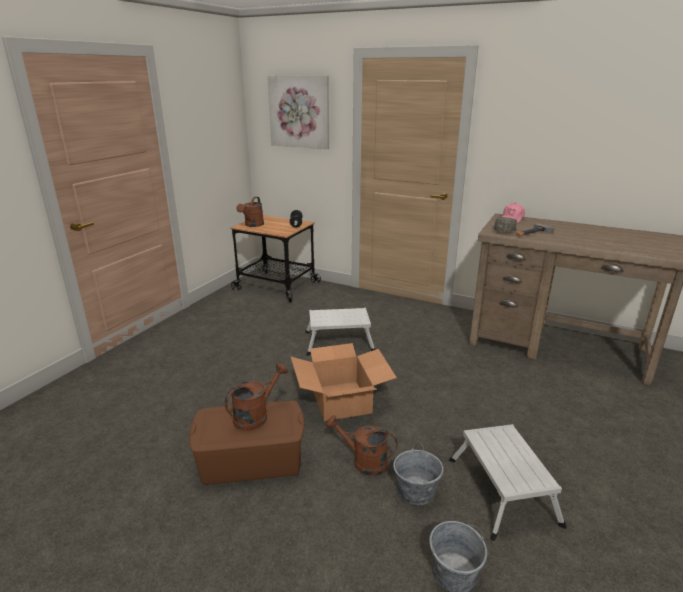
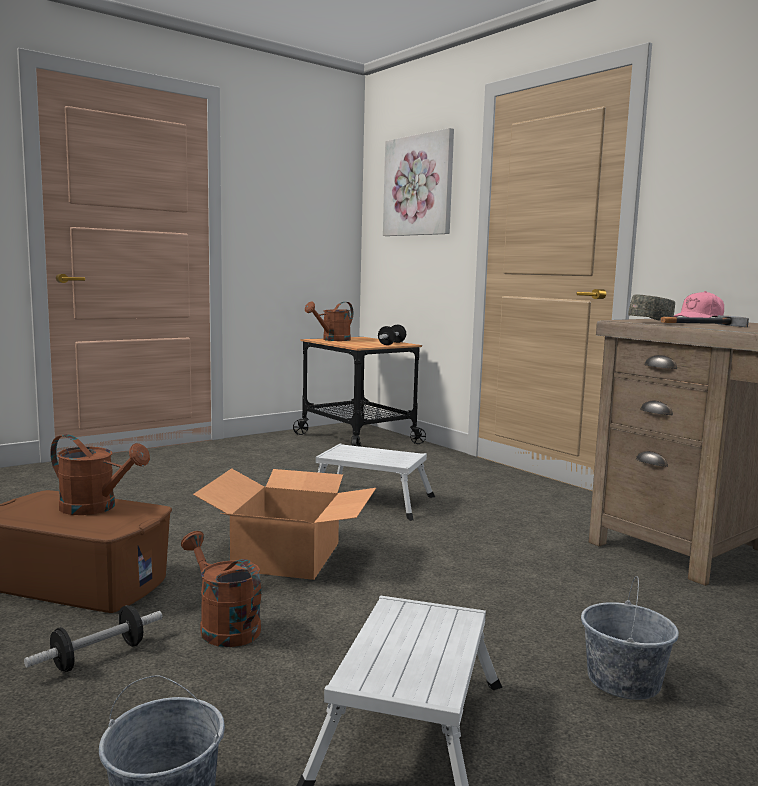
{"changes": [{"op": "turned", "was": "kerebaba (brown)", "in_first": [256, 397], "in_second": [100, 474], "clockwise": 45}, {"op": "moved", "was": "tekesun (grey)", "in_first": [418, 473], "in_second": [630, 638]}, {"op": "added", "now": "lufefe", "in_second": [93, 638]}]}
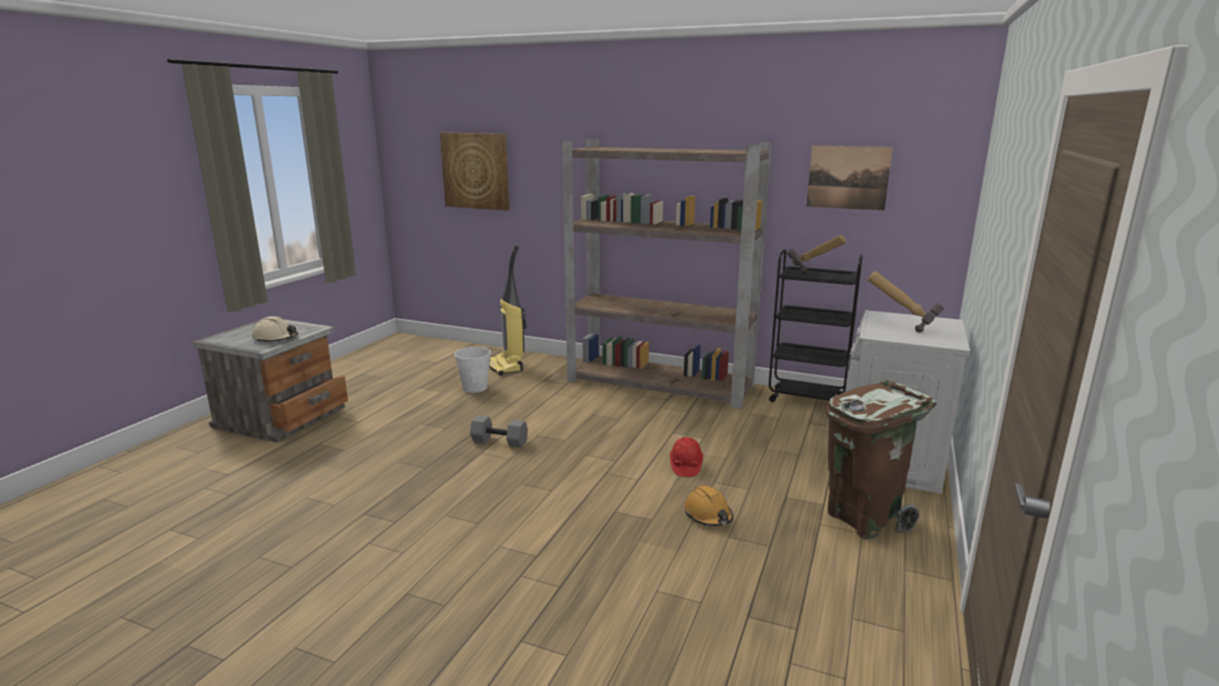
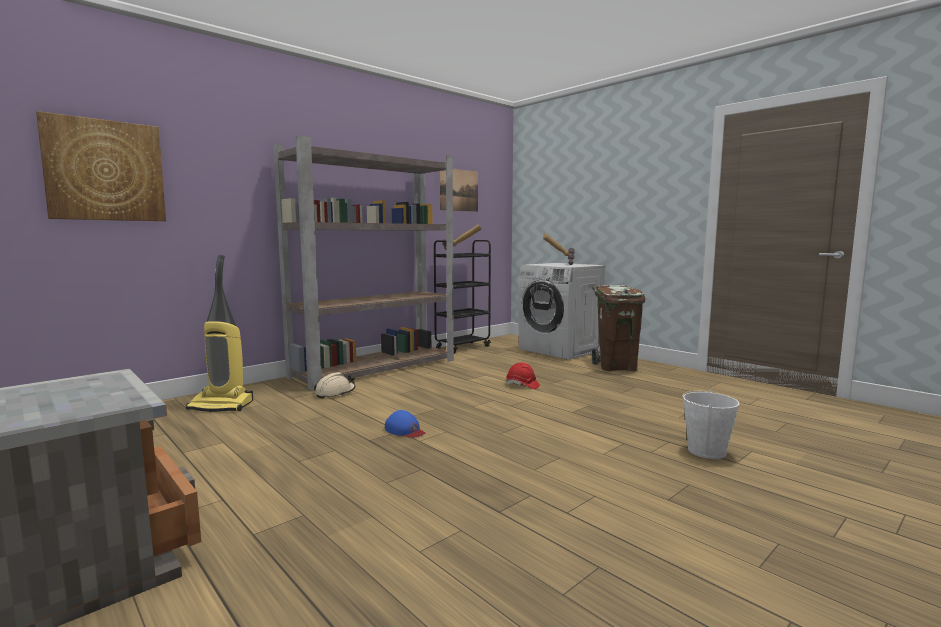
{"changes": [{"op": "moved", "was": "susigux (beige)", "in_first": [275, 329], "in_second": [334, 385]}, {"op": "moved", "was": "tekesun (white)", "in_first": [472, 369], "in_second": [711, 424]}, {"op": "replaced", "was": "lufefe (grey)", "now": "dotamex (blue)", "in_first": [499, 431], "in_second": [405, 424]}, {"op": "removed", "was": "susigux (orange)", "in_first": [708, 506]}]}
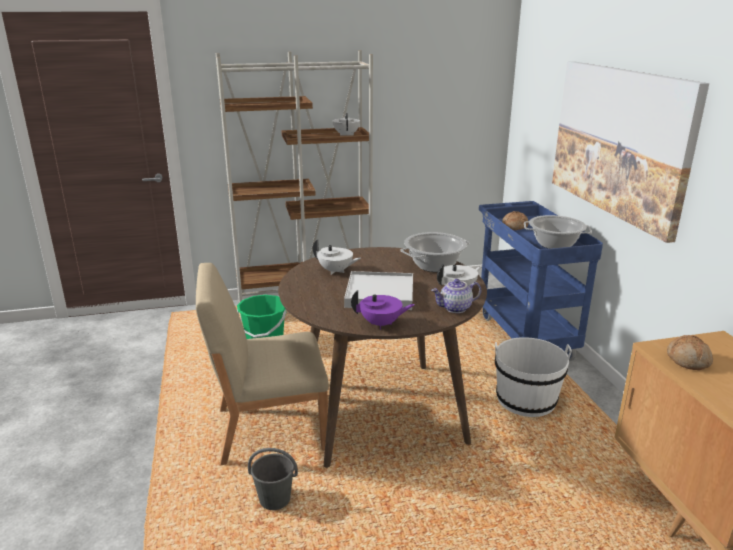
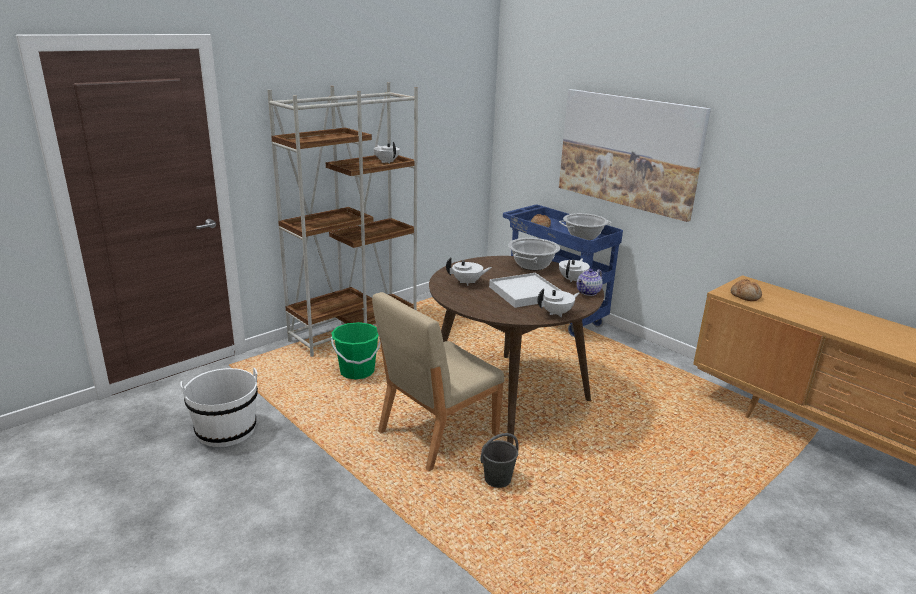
{"changes": [{"op": "recoloured", "was": "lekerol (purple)", "now": "lekerol (white)", "in_first": [383, 310], "in_second": [558, 302]}, {"op": "moved", "was": "tekesun (white)", "in_first": [533, 377], "in_second": [219, 407]}]}
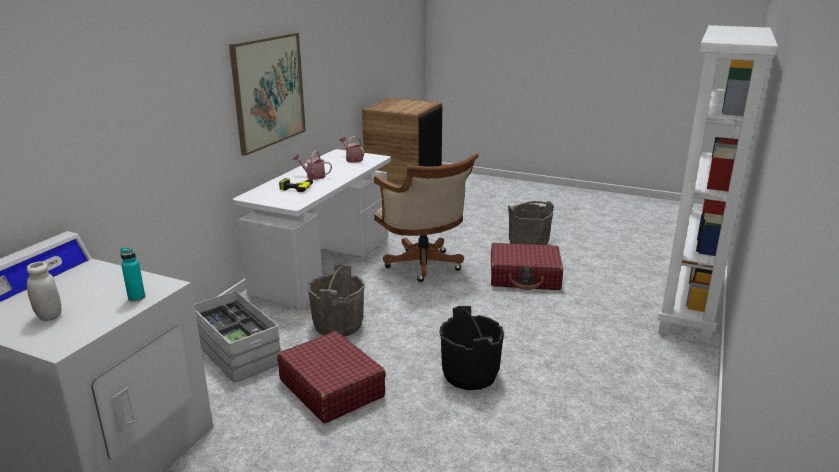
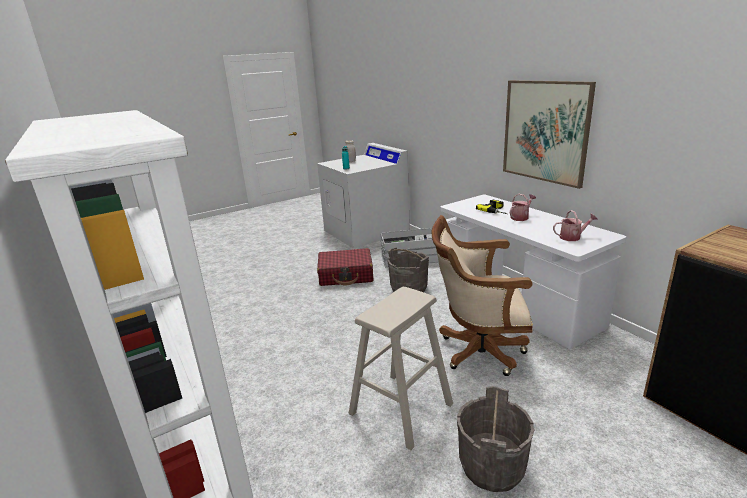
{"changes": [{"op": "replaced", "was": "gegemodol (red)", "now": "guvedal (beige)", "in_first": [527, 266], "in_second": [401, 368]}, {"op": "removed", "was": "tekesun (black)", "in_first": [472, 348]}]}
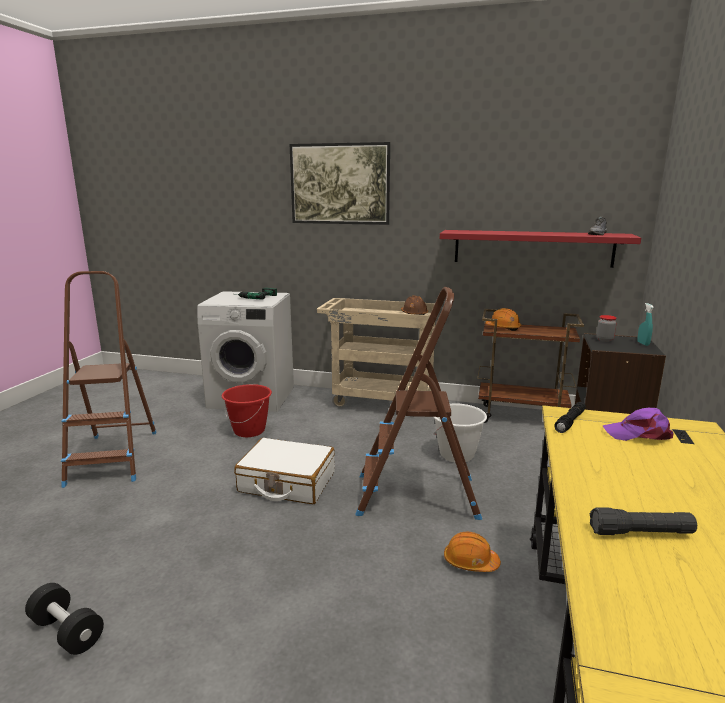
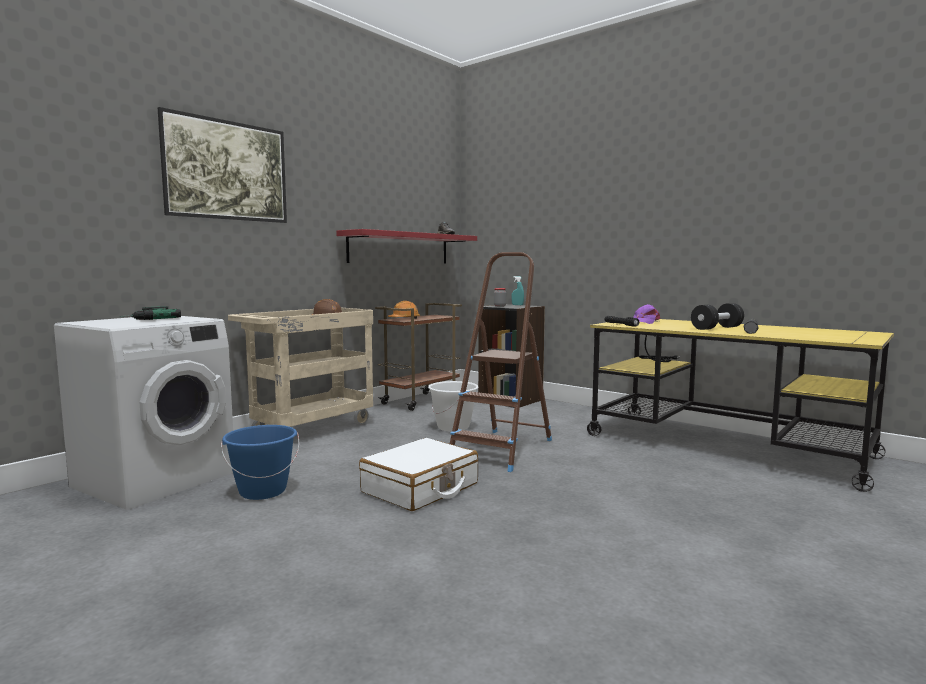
{"changes": [{"op": "removed", "was": "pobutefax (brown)", "in_first": [109, 379]}, {"op": "recoloured", "was": "tekesun (red)", "now": "tekesun (blue)", "in_first": [247, 410], "in_second": [260, 462]}, {"op": "removed", "was": "susigux (orange)", "in_first": [472, 552]}, {"op": "moved", "was": "lufefe (black)", "in_first": [64, 619], "in_second": [717, 316]}]}
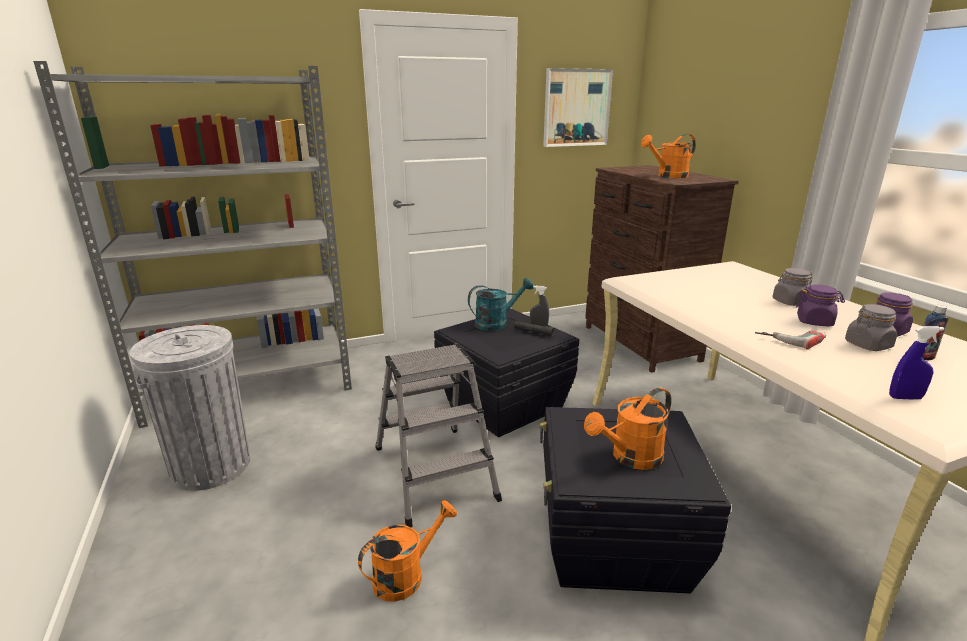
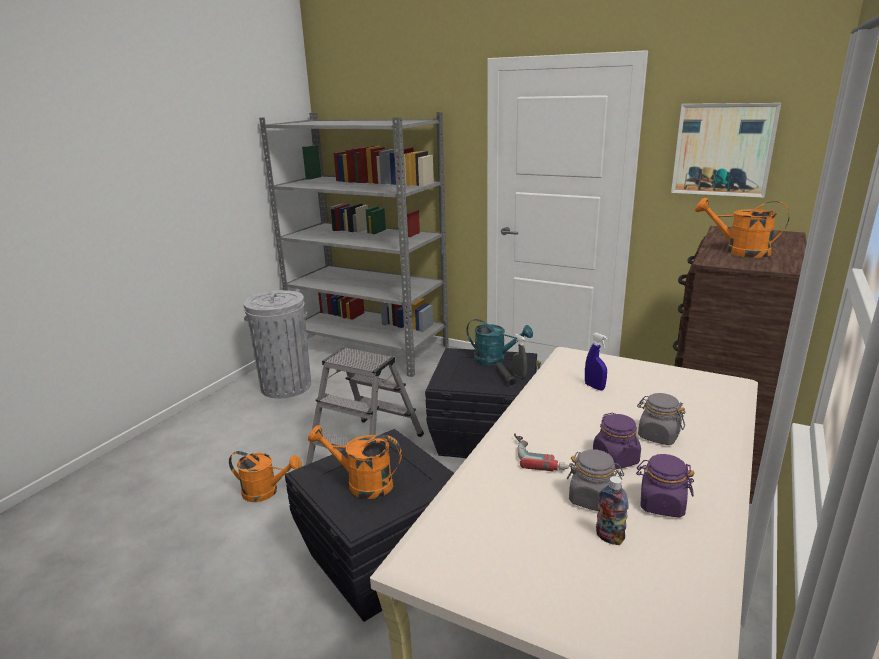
{"changes": [{"op": "moved", "was": "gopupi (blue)", "in_first": [916, 363], "in_second": [596, 362]}]}
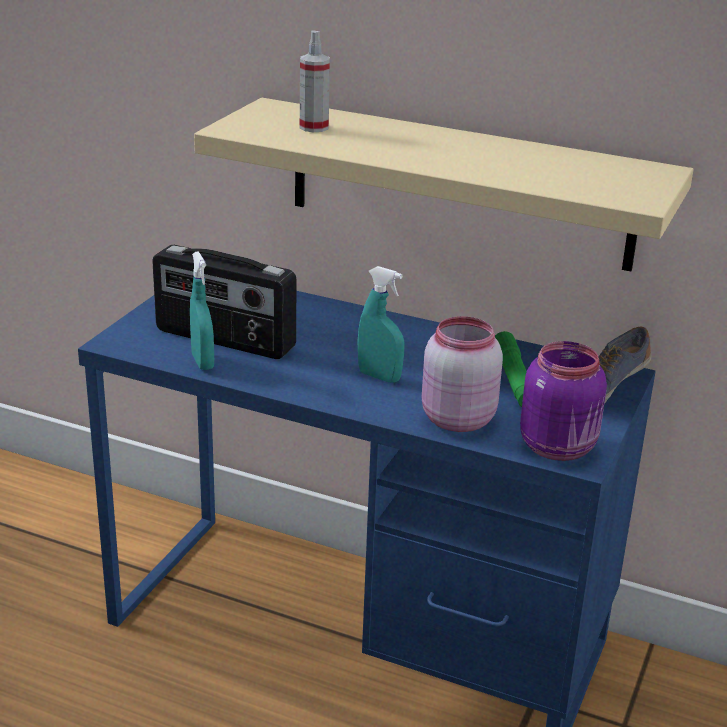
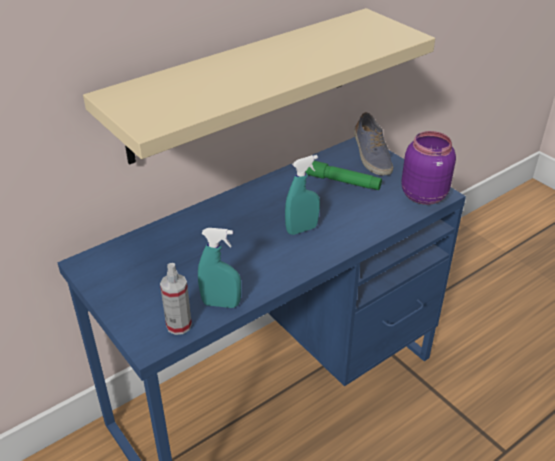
{"changes": [{"op": "moved", "was": "gopupi", "in_first": [315, 81], "in_second": [176, 299]}, {"op": "removed", "was": "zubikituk", "in_first": [224, 302]}, {"op": "removed", "was": "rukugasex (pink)", "in_first": [462, 374]}]}
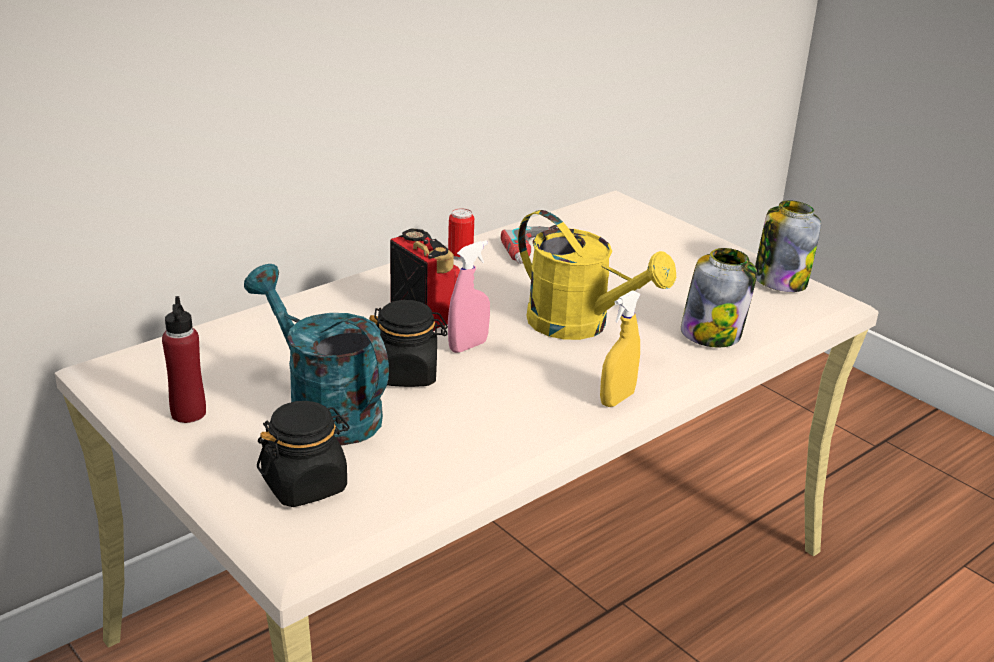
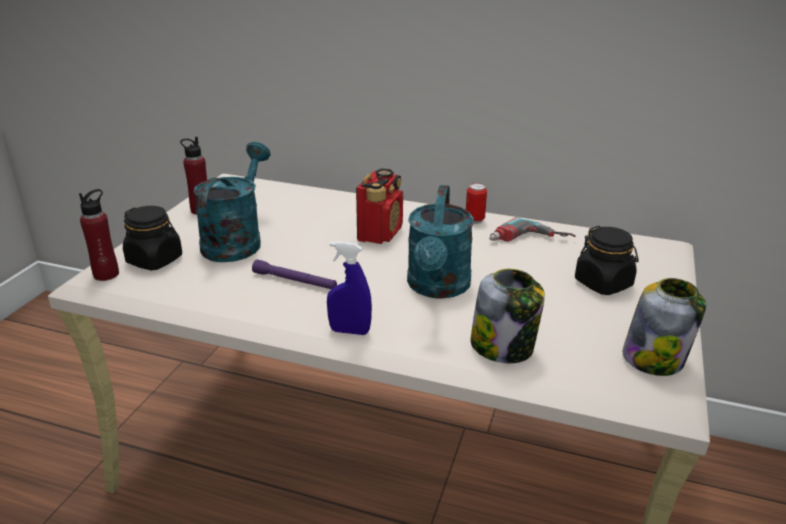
{"changes": [{"op": "recoloured", "was": "kerebaba (yellow)", "now": "kerebaba (turquoise)", "in_first": [597, 275], "in_second": [440, 242]}, {"op": "removed", "was": "gopupi (pink)", "in_first": [469, 296]}, {"op": "recoloured", "was": "gopupi (yellow)", "now": "gopupi (blue)", "in_first": [620, 348], "in_second": [349, 288]}, {"op": "moved", "was": "rukugasex (black)", "in_first": [408, 343], "in_second": [607, 260]}, {"op": "added", "now": "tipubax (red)", "in_second": [99, 235]}, {"op": "added", "now": "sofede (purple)", "in_second": [294, 274]}]}
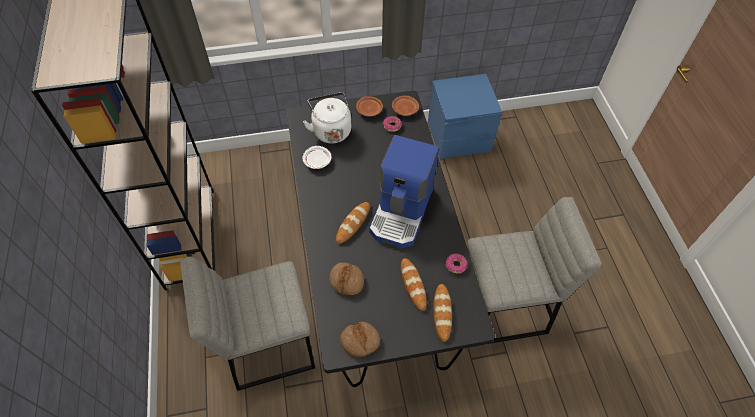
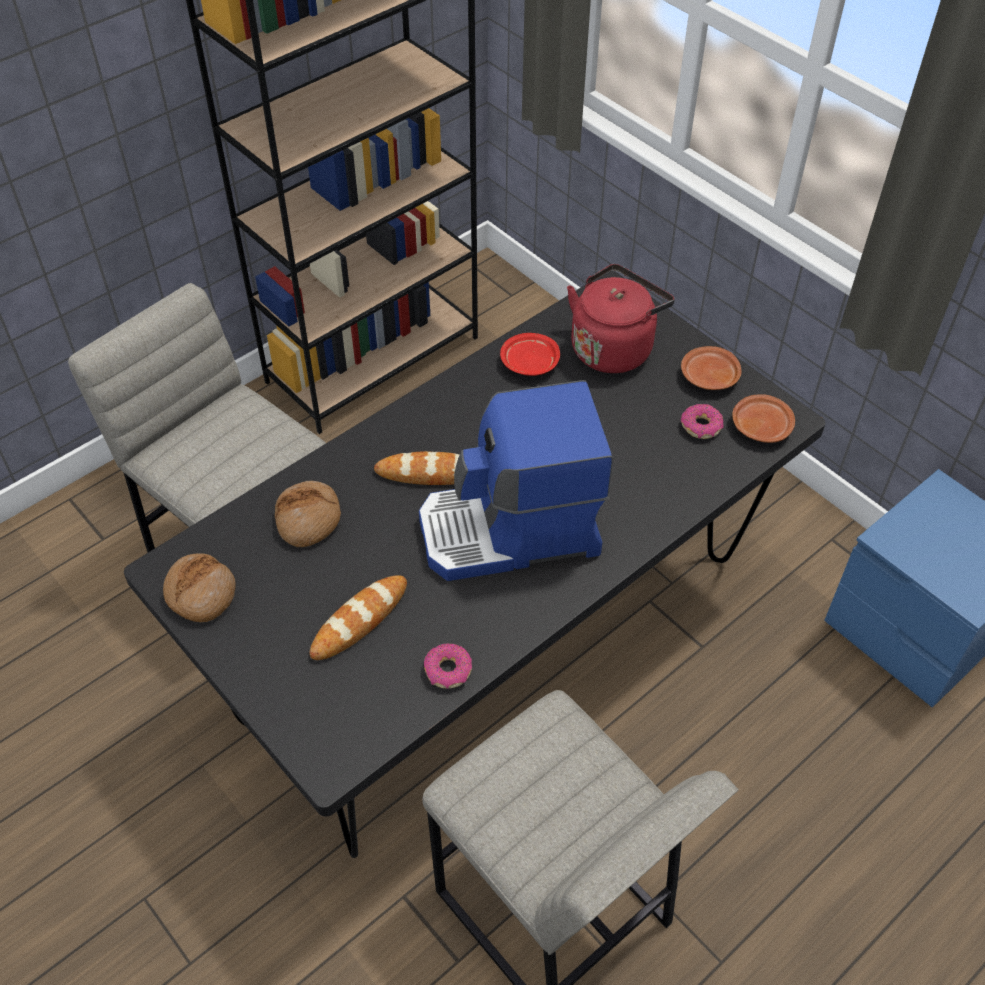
{"changes": [{"op": "recoloured", "was": "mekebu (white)", "now": "mekebu (red)", "in_first": [327, 117], "in_second": [621, 318]}, {"op": "recoloured", "was": "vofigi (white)", "now": "vofigi (red)", "in_first": [317, 157], "in_second": [530, 354]}, {"op": "removed", "was": "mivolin", "in_first": [442, 313]}]}
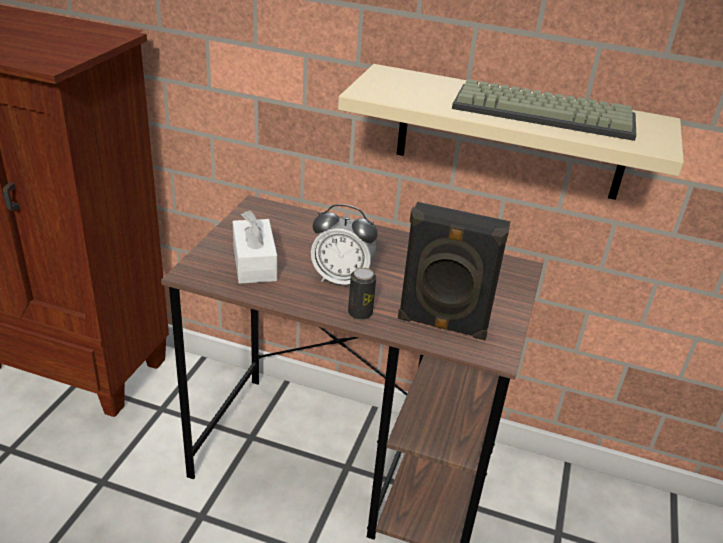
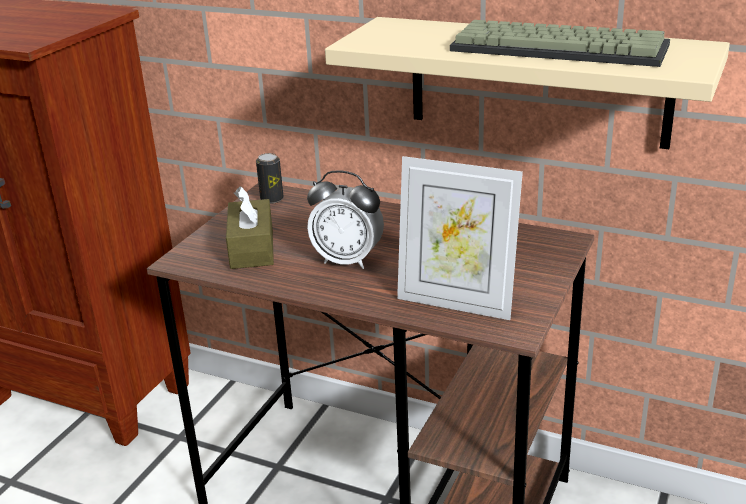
{"changes": [{"op": "replaced", "was": "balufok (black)", "now": "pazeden", "in_first": [454, 271], "in_second": [460, 238]}, {"op": "recoloured", "was": "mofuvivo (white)", "now": "mofuvivo (brown)", "in_first": [255, 247], "in_second": [250, 227]}, {"op": "moved", "was": "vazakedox", "in_first": [362, 293], "in_second": [270, 178]}]}
